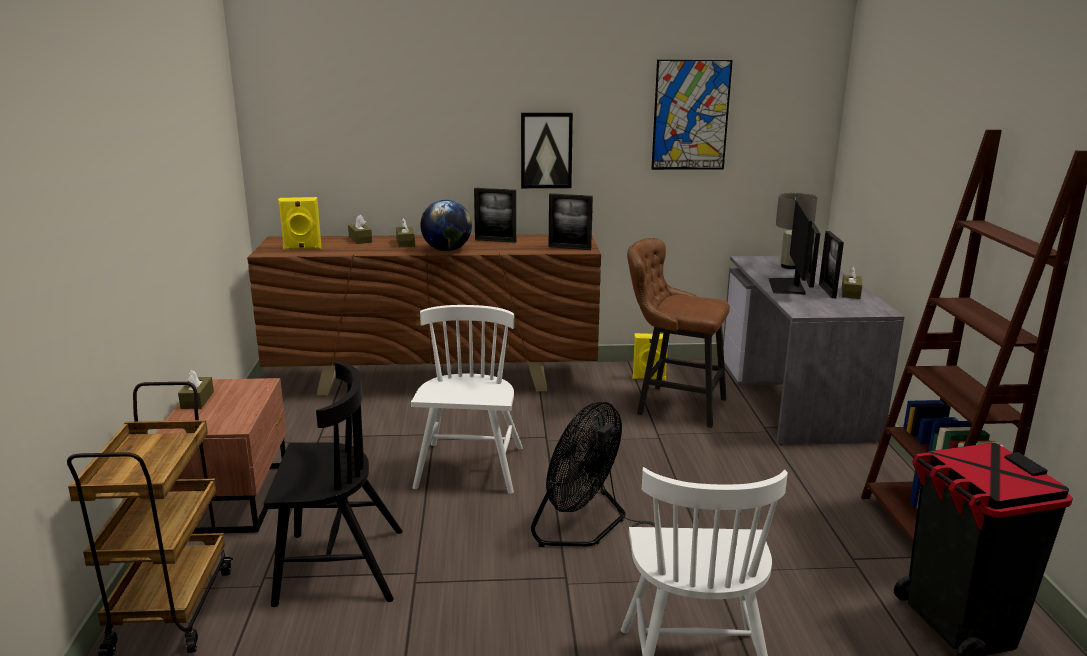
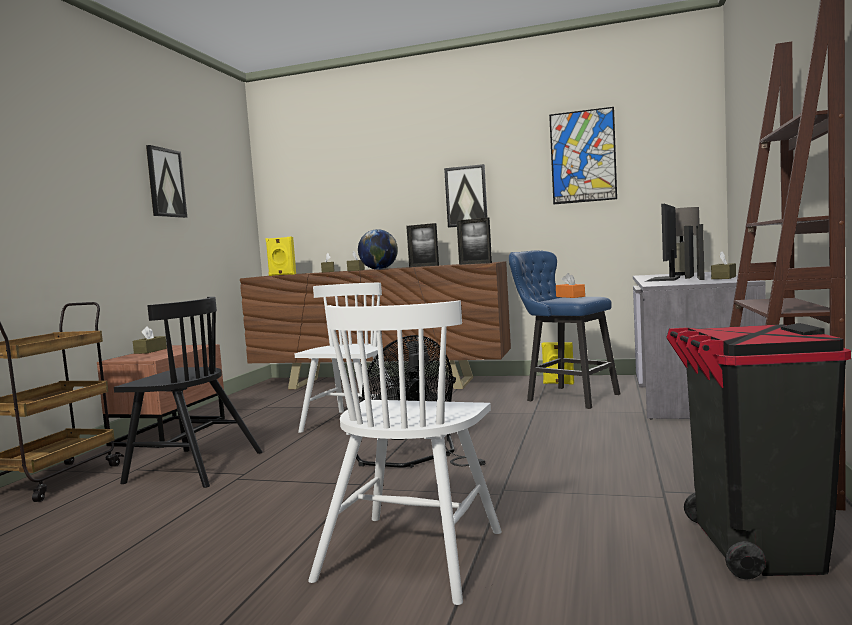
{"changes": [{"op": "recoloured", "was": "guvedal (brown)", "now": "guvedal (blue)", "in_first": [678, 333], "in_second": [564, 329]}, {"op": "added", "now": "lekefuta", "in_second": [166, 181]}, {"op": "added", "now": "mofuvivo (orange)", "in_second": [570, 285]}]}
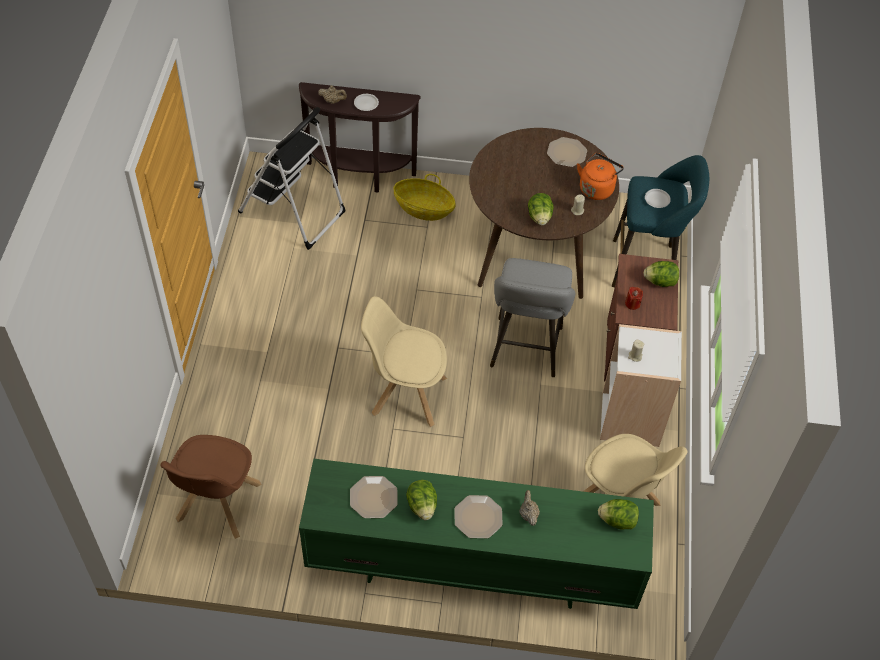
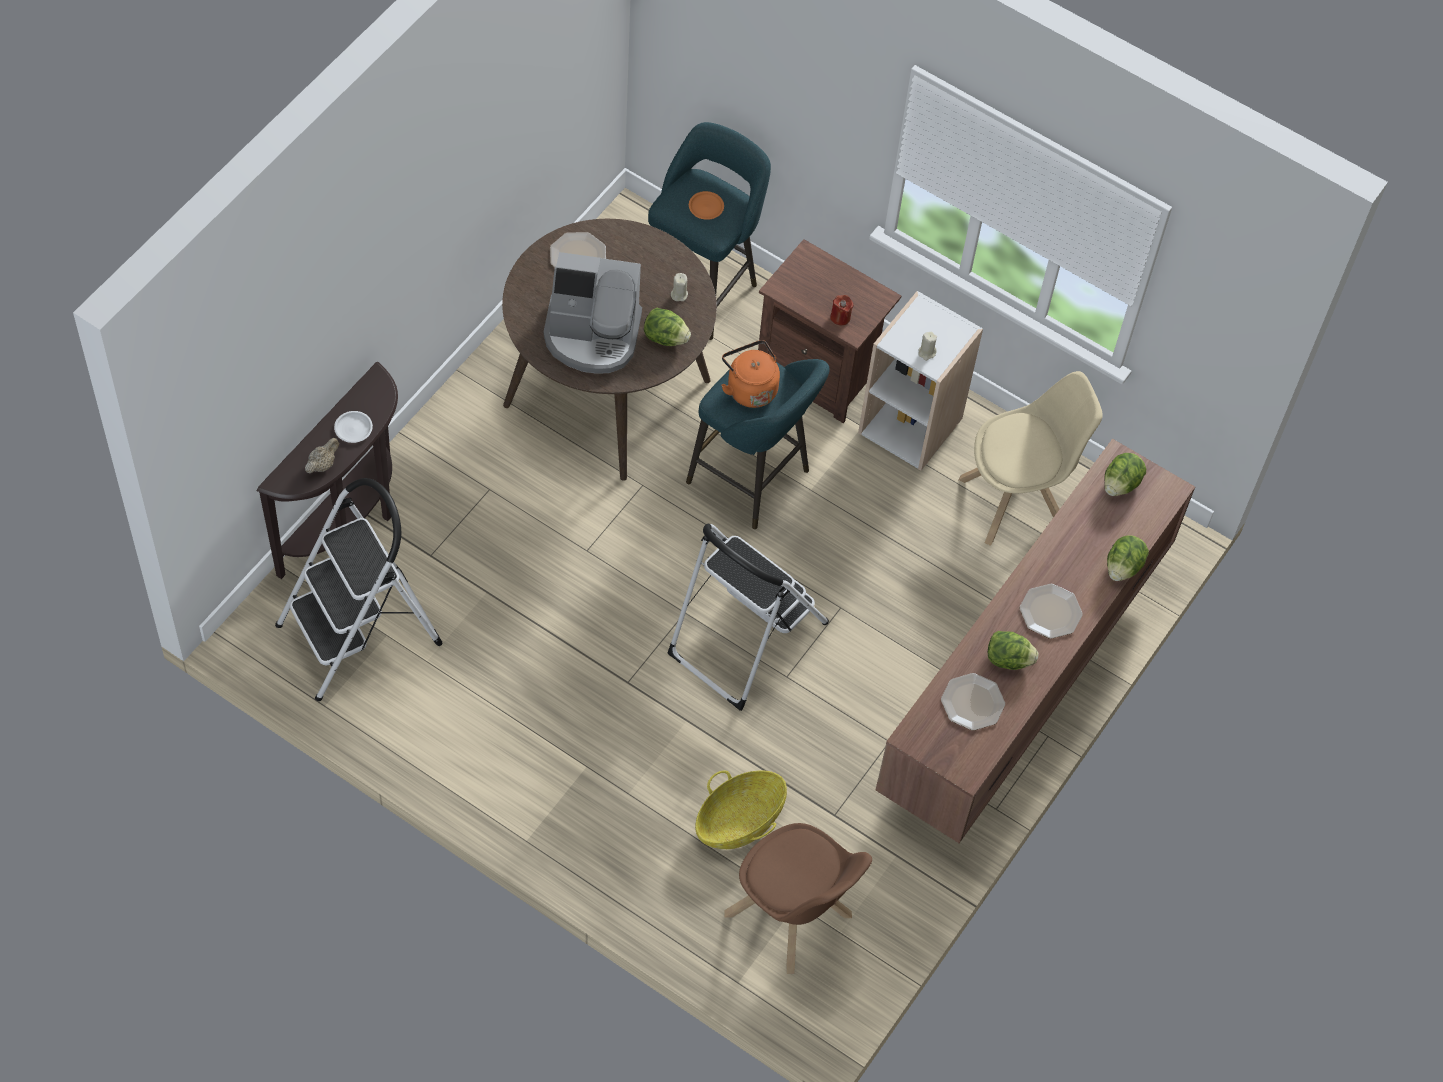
{"changes": [{"op": "moved", "was": "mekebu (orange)", "in_first": [600, 176], "in_second": [750, 374]}, {"op": "moved", "was": "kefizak", "in_first": [424, 197], "in_second": [741, 809]}, {"op": "recoloured", "was": "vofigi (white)", "now": "vofigi (orange)", "in_first": [658, 198], "in_second": [706, 205]}, {"op": "recoloured", "was": "guvedal (grey)", "now": "guvedal (turquoise)", "in_first": [532, 317], "in_second": [758, 444]}, {"op": "moved", "was": "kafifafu", "in_first": [661, 274], "in_second": [1128, 558]}, {"op": "replaced", "was": "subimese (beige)", "now": "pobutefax", "in_first": [404, 361], "in_second": [748, 617]}, {"op": "recoloured", "was": "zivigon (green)", "now": "zivigon (brown)", "in_first": [476, 534], "in_second": [1035, 641]}, {"op": "removed", "was": "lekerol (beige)", "in_first": [529, 508]}, {"op": "added", "now": "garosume", "in_second": [593, 313]}]}
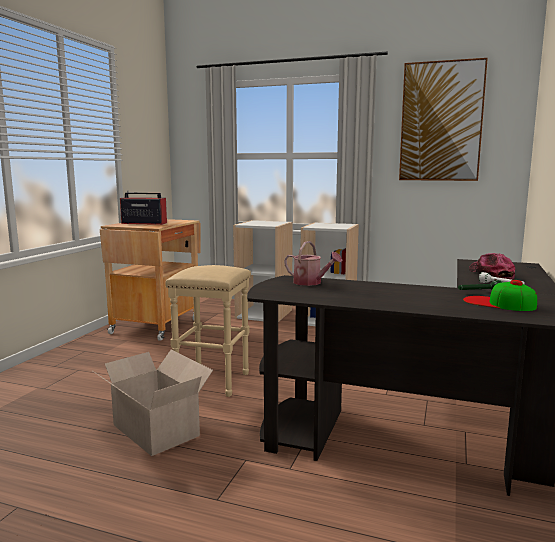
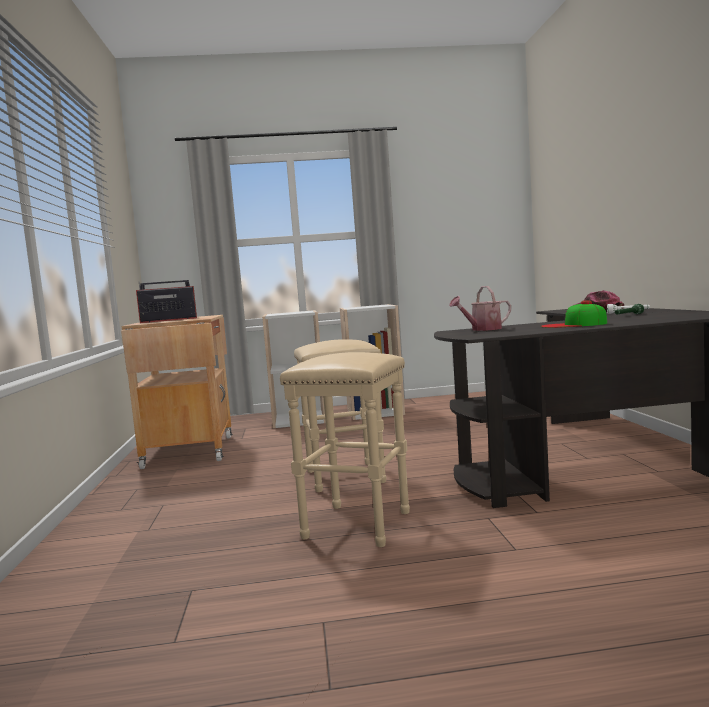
{"changes": [{"op": "removed", "was": "lekefuta", "in_first": [443, 119]}, {"op": "turned", "was": "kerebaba", "in_first": [313, 263], "in_second": [480, 308], "clockwise": 150}, {"op": "moved", "was": "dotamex", "in_first": [500, 295], "in_second": [573, 314]}, {"op": "replaced", "was": "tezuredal", "now": "guvedal (beige)", "in_first": [153, 403], "in_second": [345, 449]}]}
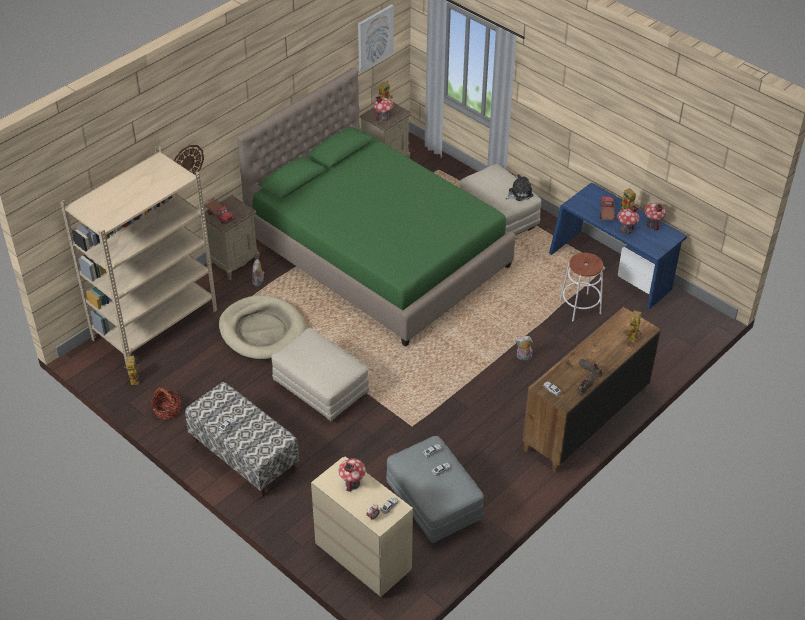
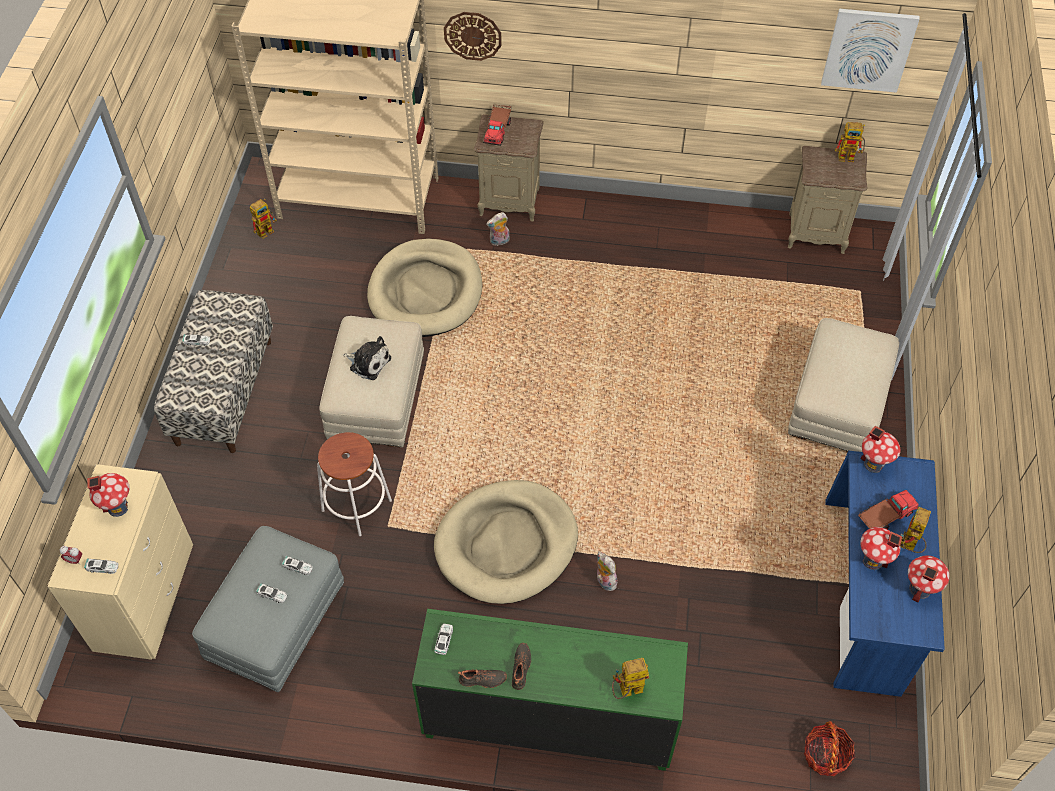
{"changes": [{"op": "removed", "was": "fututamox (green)", "in_first": [376, 207]}, {"op": "moved", "was": "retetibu", "in_first": [383, 108], "in_second": [880, 449]}, {"op": "moved", "was": "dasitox", "in_first": [519, 187], "in_second": [367, 358]}, {"op": "moved", "was": "guvedal (white)", "in_first": [581, 287], "in_second": [354, 484]}, {"op": "recoloured", "was": "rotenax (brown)", "now": "rotenax (green)", "in_first": [592, 390], "in_second": [550, 690]}, {"op": "moved", "was": "kefizak", "in_first": [166, 403], "in_second": [829, 748]}, {"op": "added", "now": "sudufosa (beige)", "in_second": [506, 542]}]}
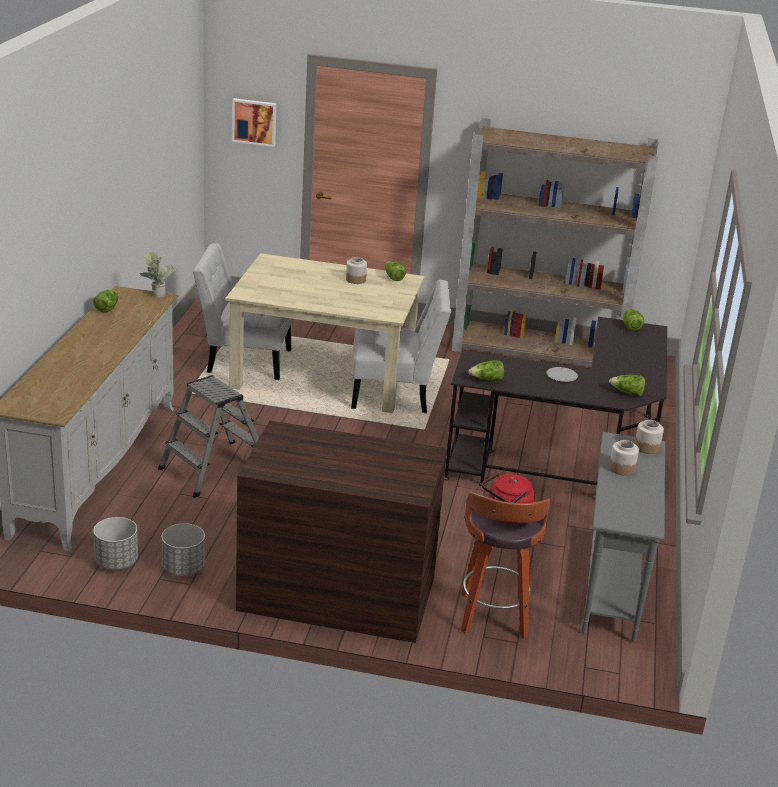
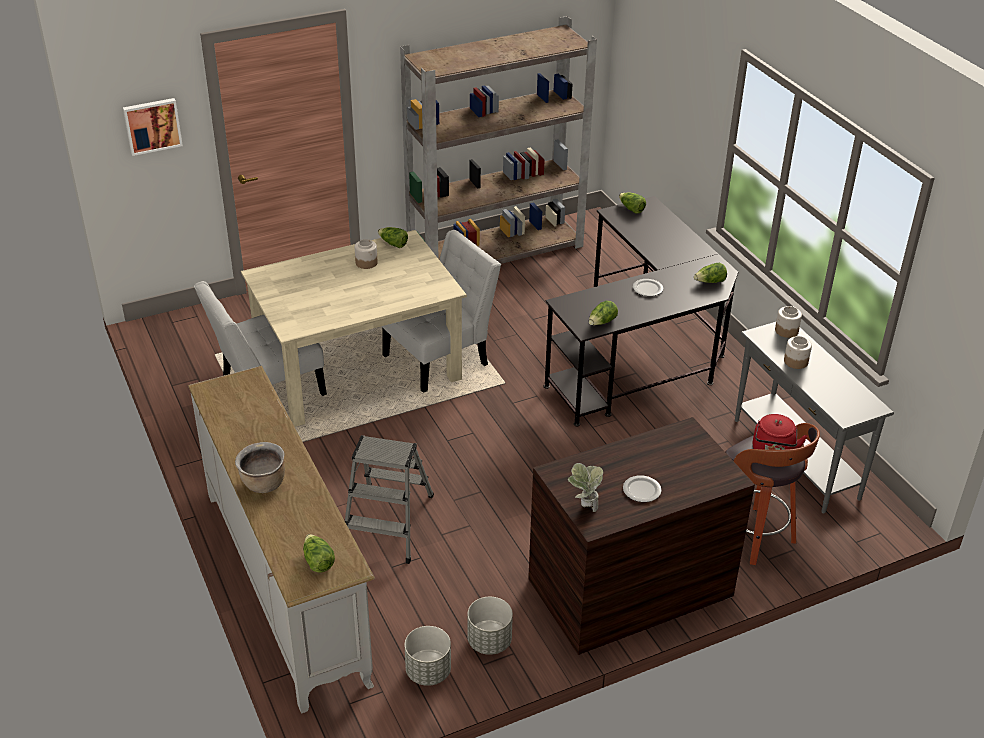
{"changes": [{"op": "moved", "was": "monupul", "in_first": [157, 275], "in_second": [585, 487]}, {"op": "moved", "was": "kafifafu", "in_first": [105, 301], "in_second": [319, 553]}, {"op": "added", "now": "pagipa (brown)", "in_second": [260, 467]}, {"op": "added", "now": "vofigi", "in_second": [642, 489]}]}
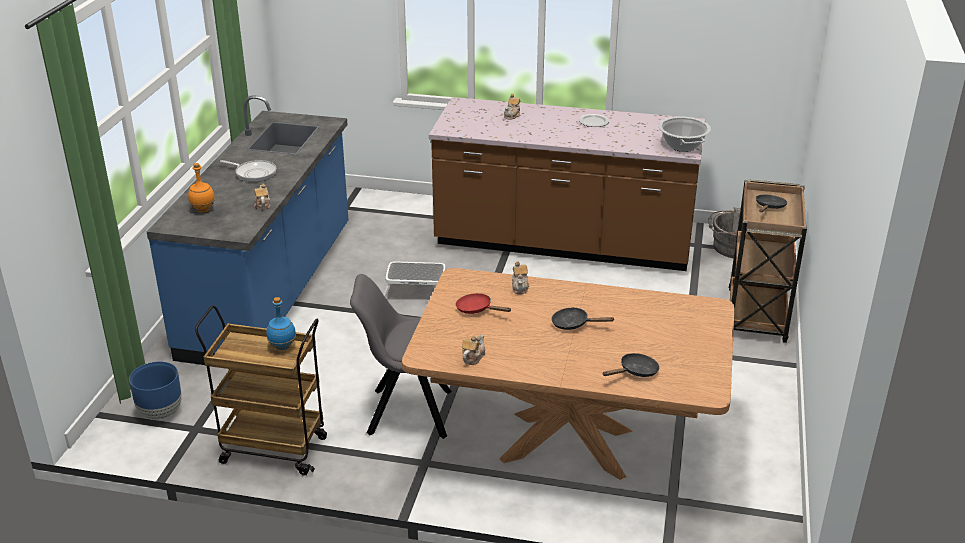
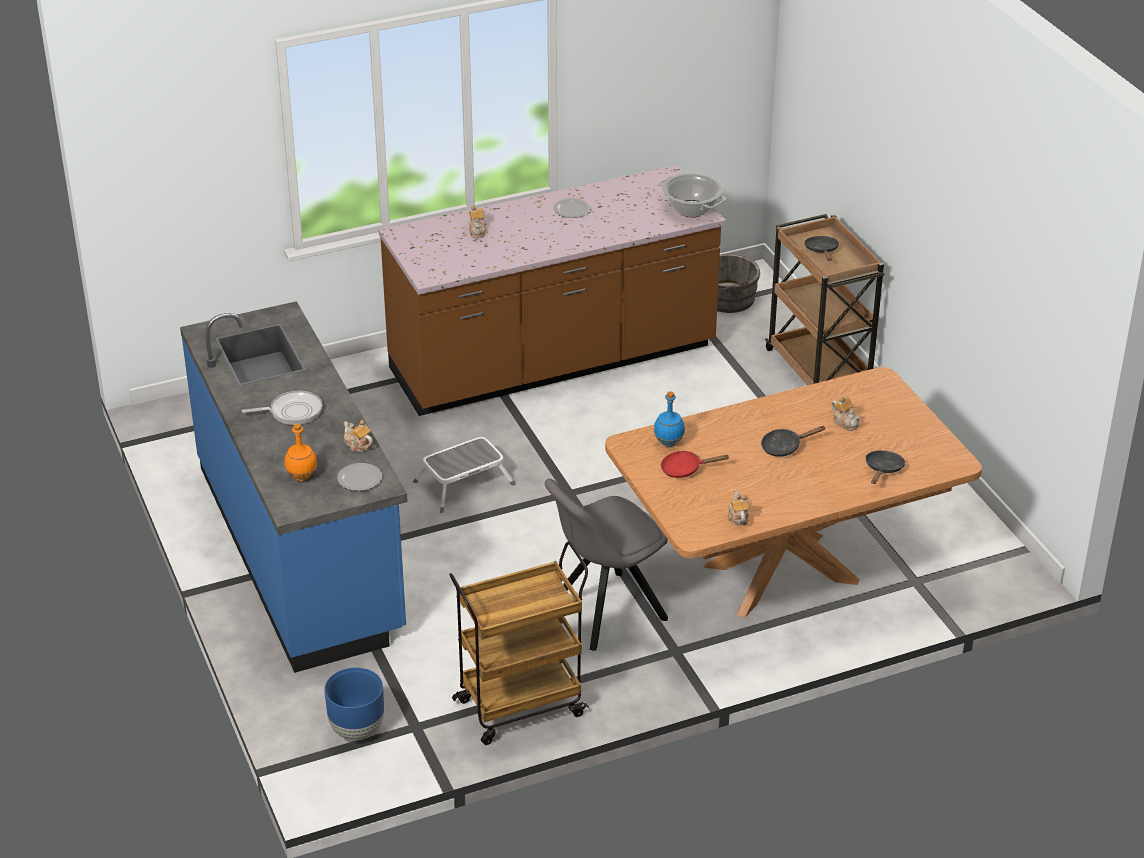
{"changes": [{"op": "moved", "was": "lekerol", "in_first": [520, 278], "in_second": [845, 414]}, {"op": "moved", "was": "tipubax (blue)", "in_first": [281, 323], "in_second": [669, 419]}, {"op": "added", "now": "vofigi", "in_second": [359, 477]}]}
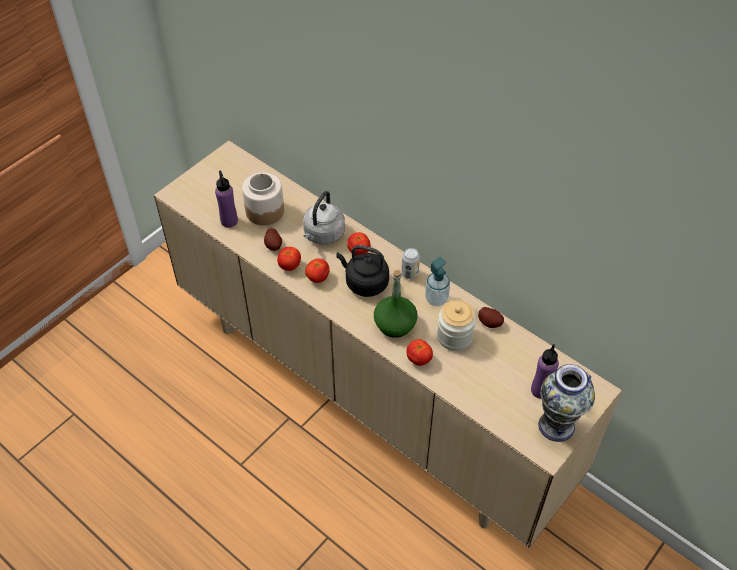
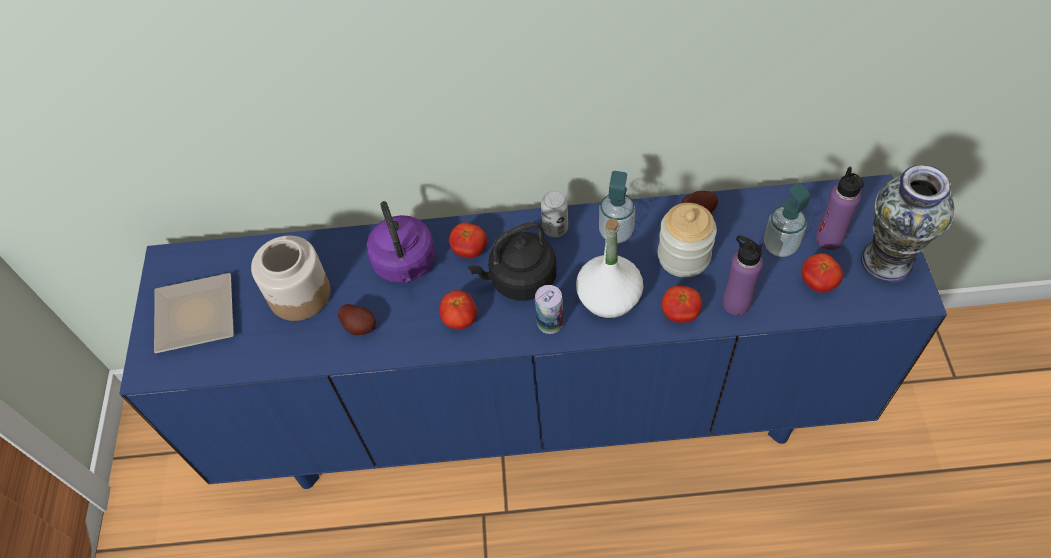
{"changes": [{"op": "recoloured", "was": "zivigon (beige)", "now": "zivigon (blue)", "in_first": [388, 344], "in_second": [533, 331]}, {"op": "moved", "was": "tipubax (purple)", "in_first": [226, 199], "in_second": [742, 275]}, {"op": "recoloured", "was": "mekebu (grey)", "now": "mekebu (purple)", "in_first": [324, 217], "in_second": [401, 242]}, {"op": "moved", "was": "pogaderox", "in_first": [289, 259], "in_second": [822, 273]}, {"op": "recoloured", "was": "tipubax (green)", "now": "tipubax (white)", "in_first": [396, 304], "in_second": [609, 268]}, {"op": "added", "now": "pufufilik", "in_second": [787, 219]}, {"op": "added", "now": "vofigi", "in_second": [194, 313]}, {"op": "added", "now": "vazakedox", "in_second": [549, 309]}]}
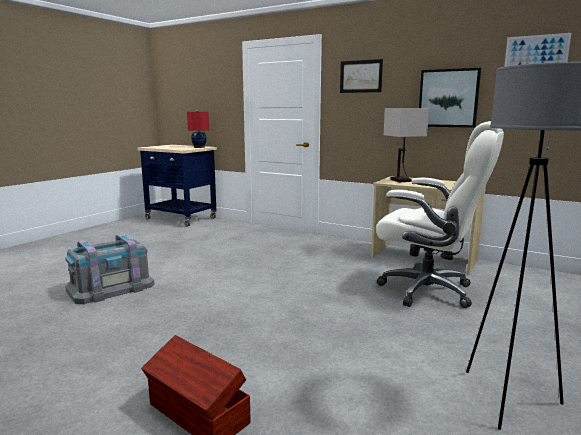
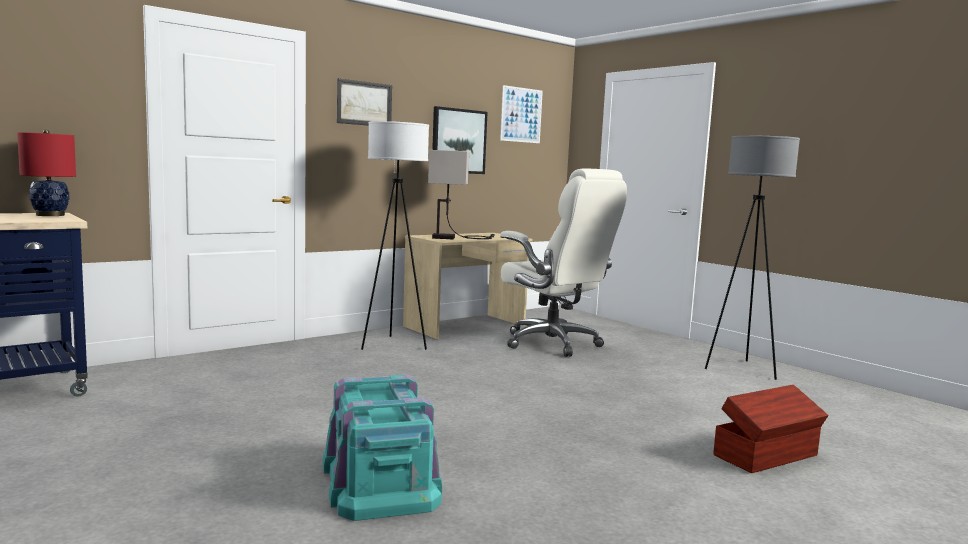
{"changes": [{"op": "turned", "was": "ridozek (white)", "in_first": [440, 214], "in_second": [563, 263], "clockwise": 90}, {"op": "recoloured", "was": "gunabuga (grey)", "now": "gunabuga (turquoise)", "in_first": [109, 269], "in_second": [382, 448]}, {"op": "added", "now": "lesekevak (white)", "in_second": [395, 235]}]}
